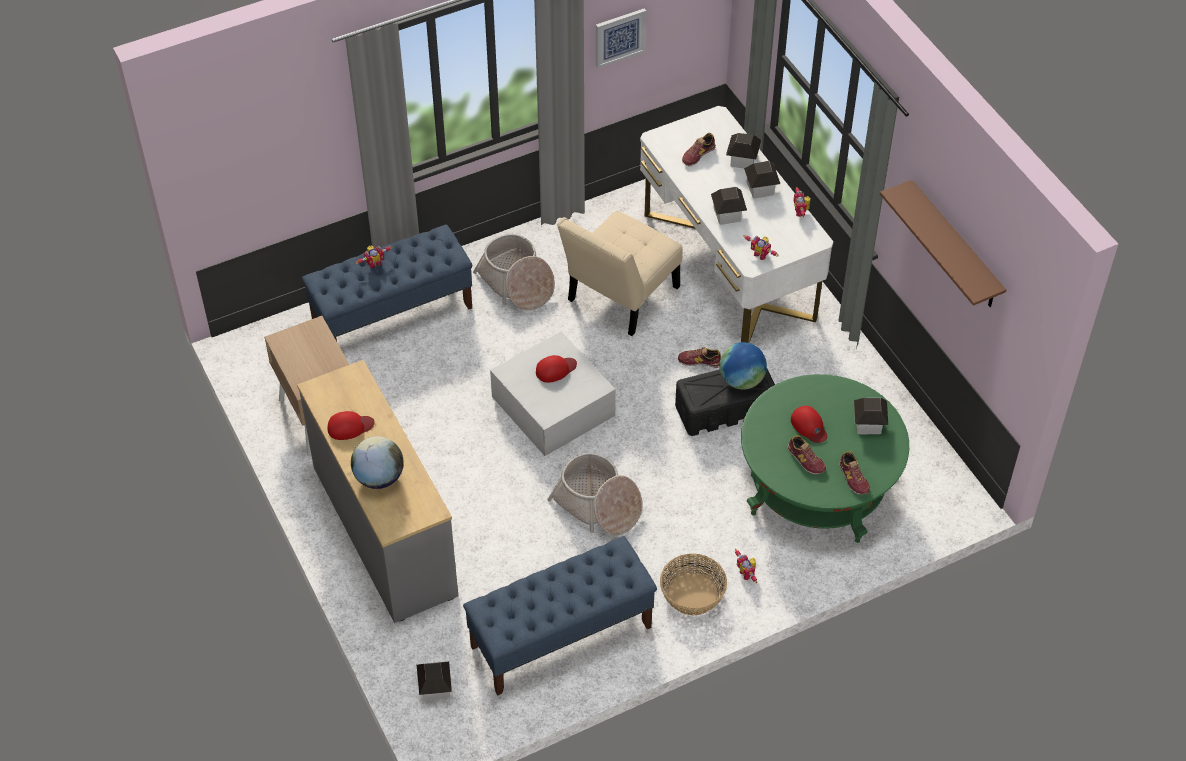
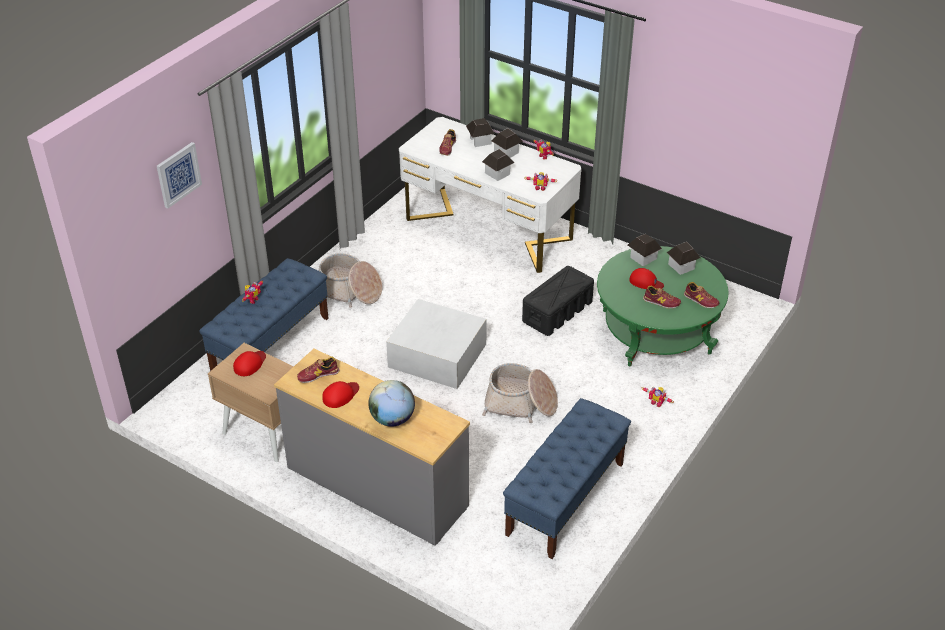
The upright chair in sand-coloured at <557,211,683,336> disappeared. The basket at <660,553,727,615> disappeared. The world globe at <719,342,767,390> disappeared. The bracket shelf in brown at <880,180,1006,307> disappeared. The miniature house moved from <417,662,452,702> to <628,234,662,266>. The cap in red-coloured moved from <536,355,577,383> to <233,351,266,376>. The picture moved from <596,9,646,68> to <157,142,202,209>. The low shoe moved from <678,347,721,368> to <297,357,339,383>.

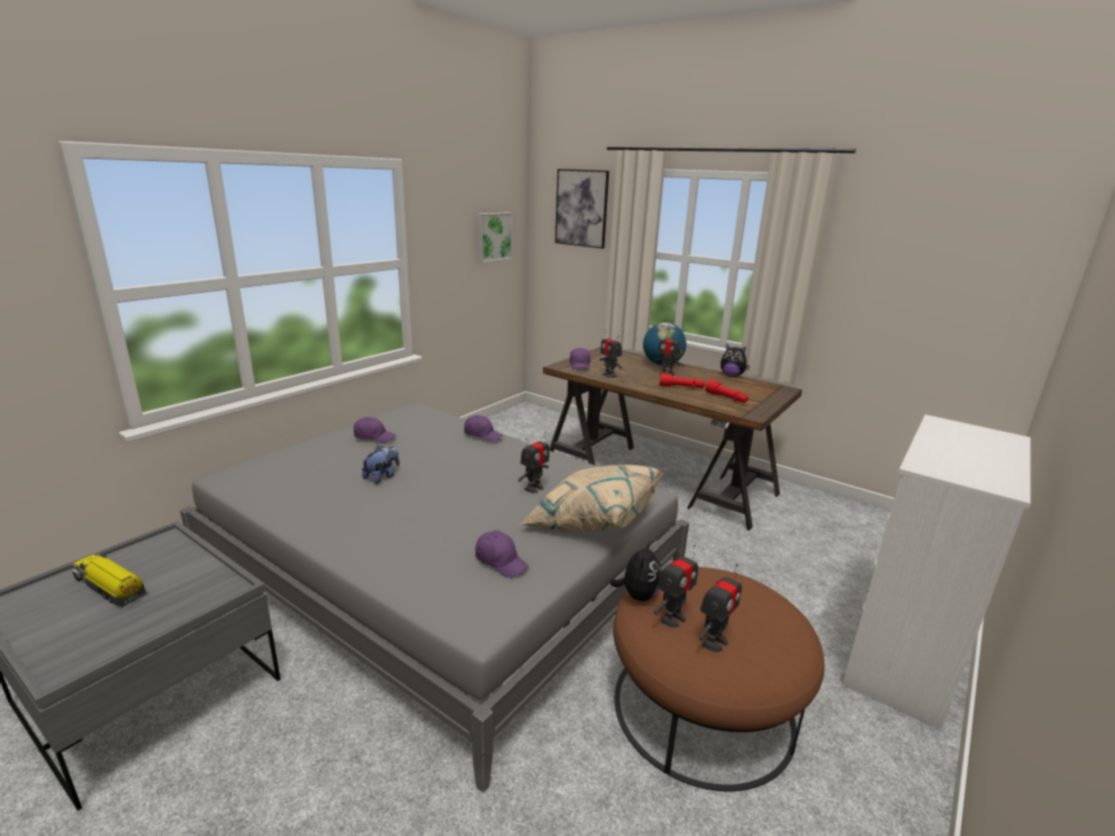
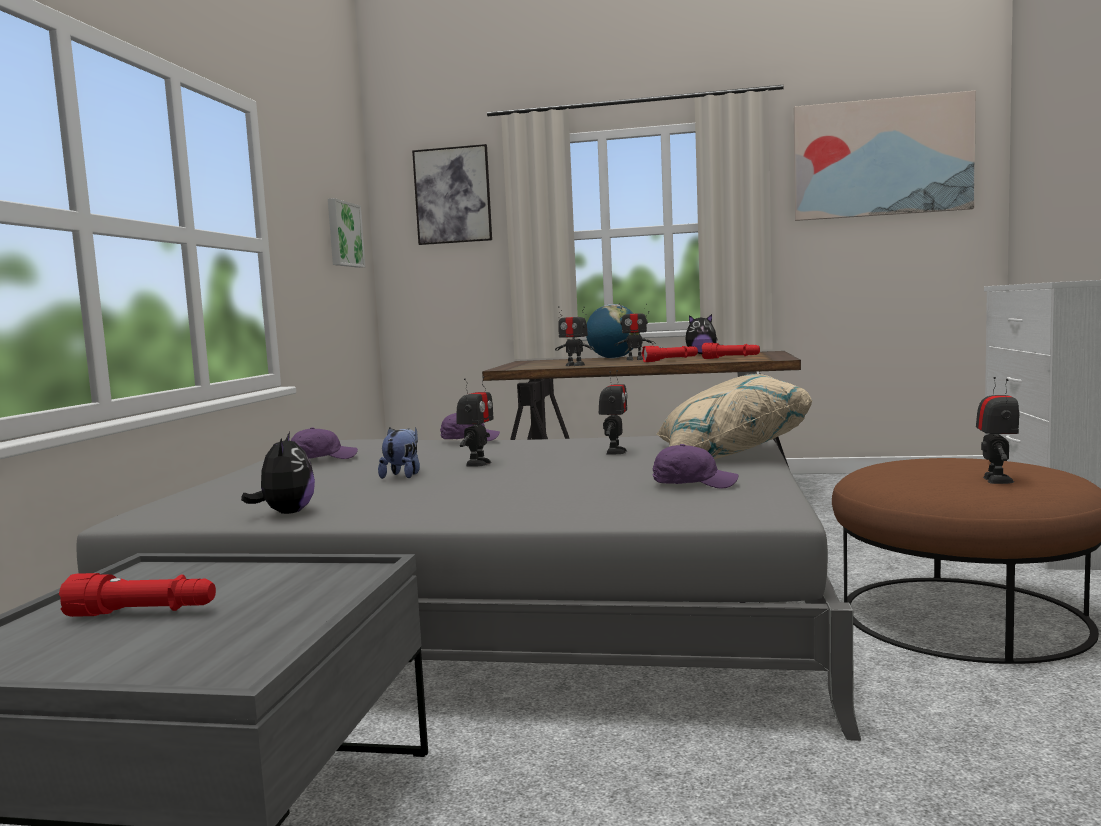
The cap in purplish at <570,348,591,370> disappeared. The picture at <794,91,976,221> appeared. The soft toy moved from <610,540,662,601> to <241,432,315,514>. The model robot moved from <654,544,698,628> to <456,377,494,466>. The toy lorry at <71,554,147,607> was replaced by the flashlight in red-coloured at <59,573,216,617>.

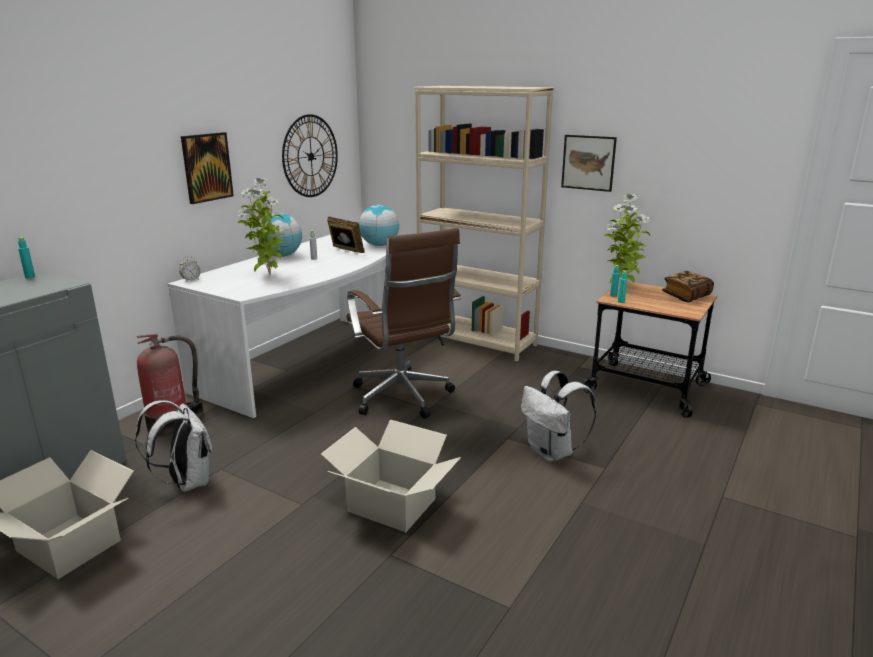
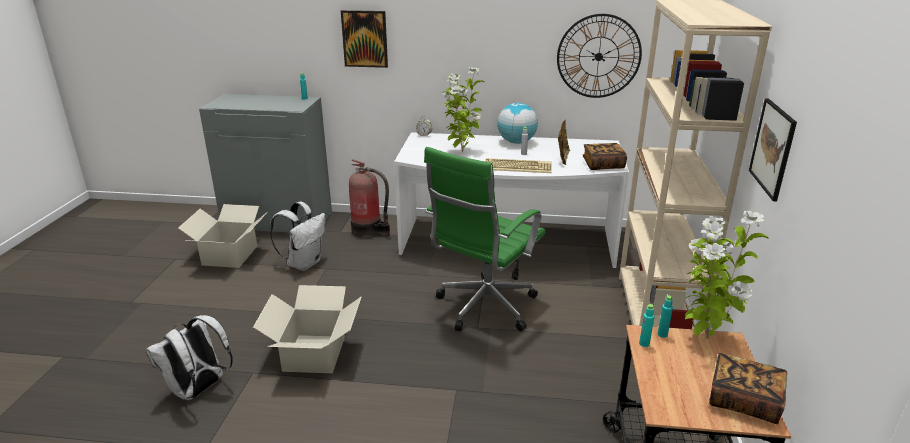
The keyboard at <485,158,552,173> appeared. The picture moved from <181,132,234,204> to <341,10,388,68>. The rucksack in white moved from <521,371,596,462> to <145,315,233,400>. The world globe at <359,205,399,246> was replaced by the bound book at <583,143,627,170>. The desk chair in brown at <346,228,461,419> became the desk chair in green-coloured at <424,147,545,331>.

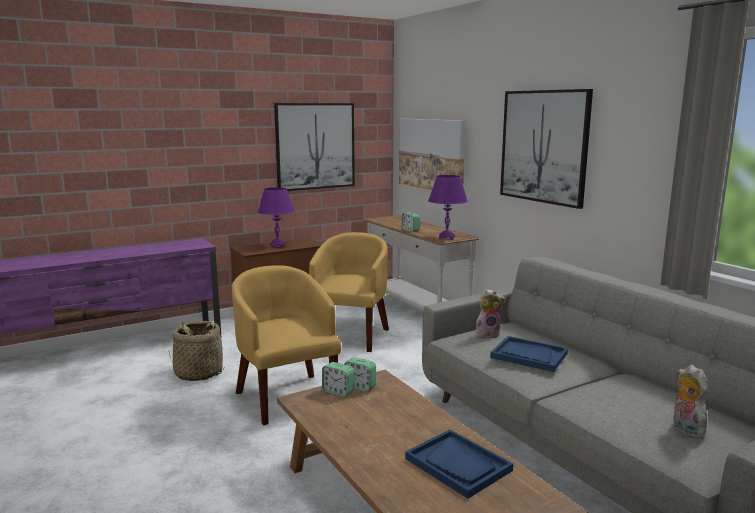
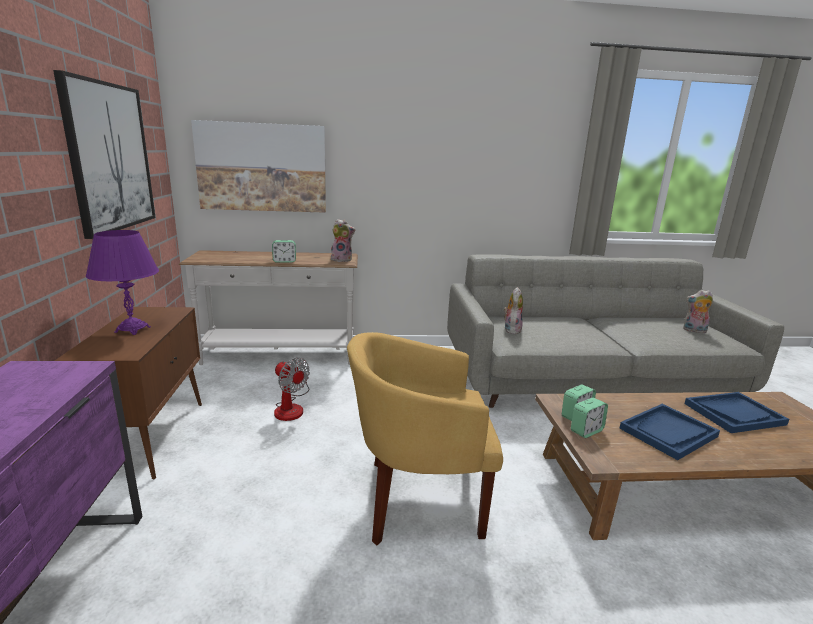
The basket at <169,321,225,381> disappeared. The picture at <500,89,593,209> disappeared. The tray in bluish moved from <490,336,568,372> to <619,404,720,460>. The easy chair in yellowish at <309,232,389,352> was replaced by the electric fan at <274,358,310,421>. The table lamp in purplish at <428,175,468,240> was replaced by the soft toy at <331,219,356,262>.

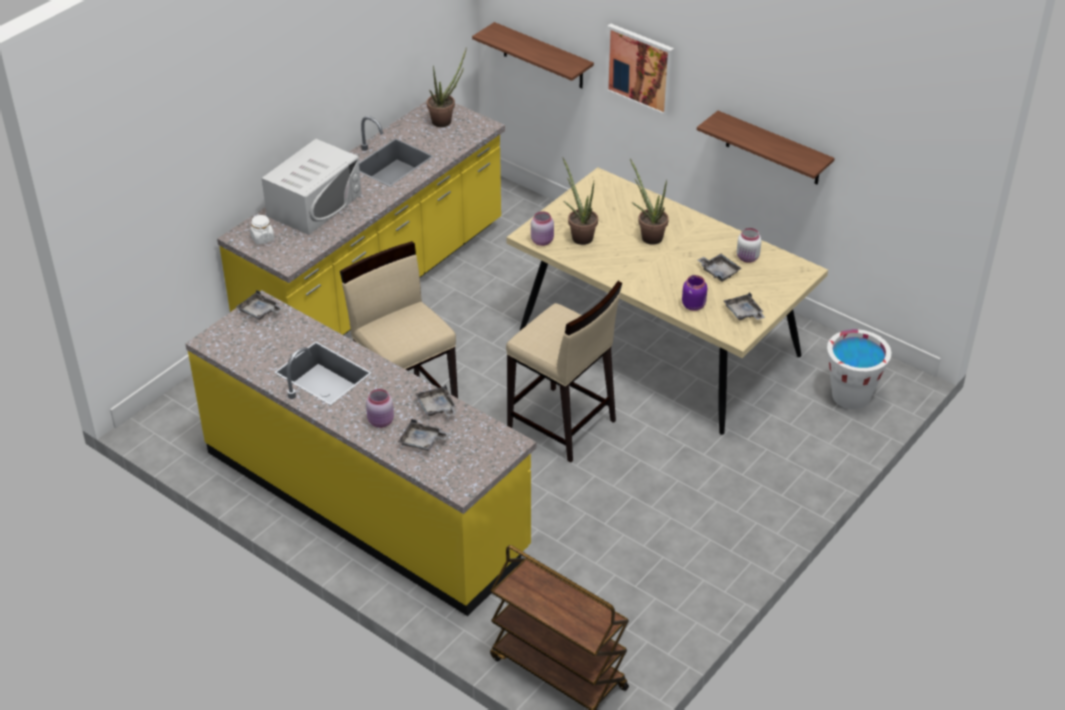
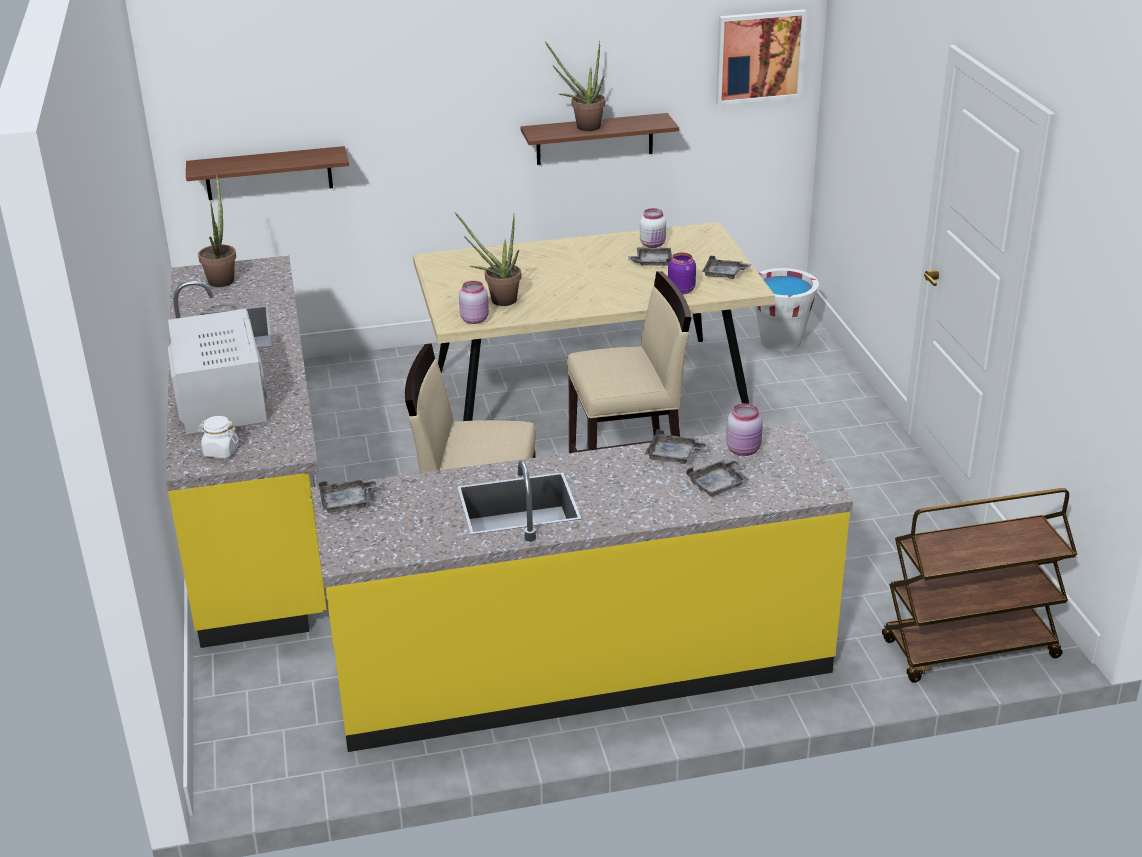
The preserve jar in pink moved from <366,389,394,428> to <726,403,763,456>. The picture moved from <605,24,674,117> to <716,10,806,105>. The houseplant moved from <630,159,669,245> to <545,41,605,131>.

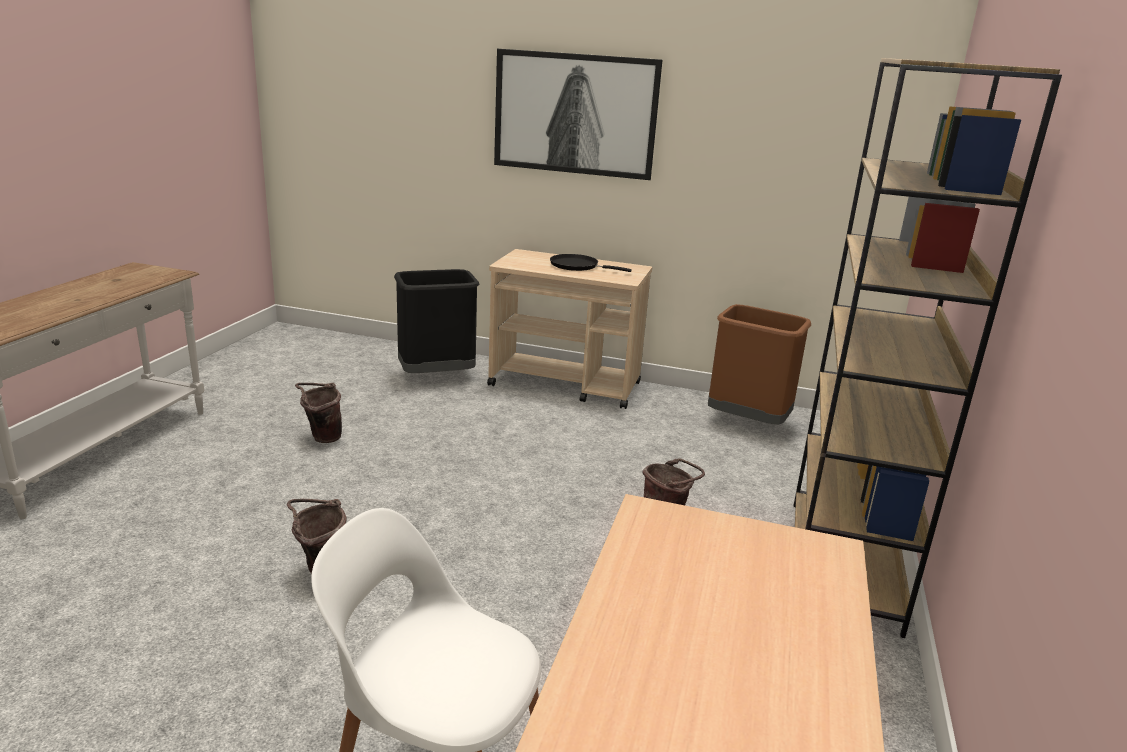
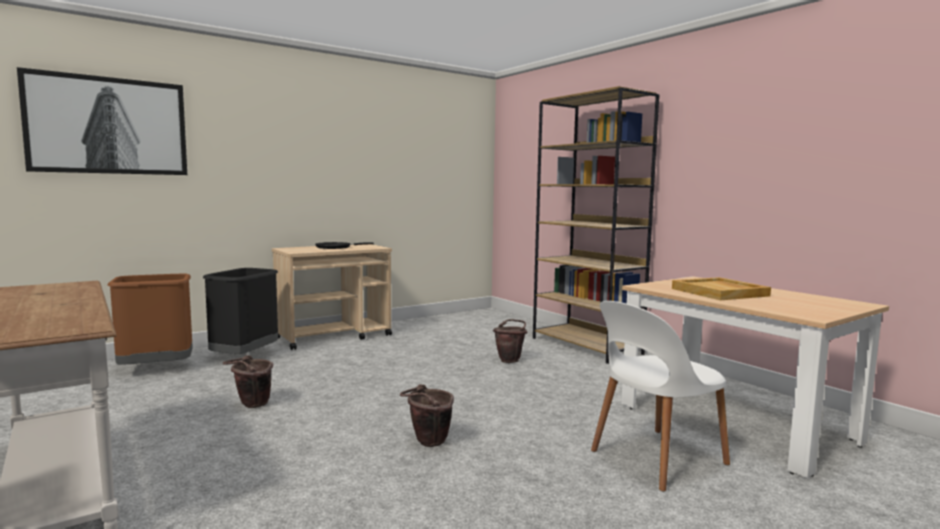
The tray in sand-coloured at <672,277,771,300> appeared. The picture moved from <494,49,662,180> to <17,67,187,175>. The rubbish bin in brown moved from <708,304,811,425> to <108,274,193,365>.

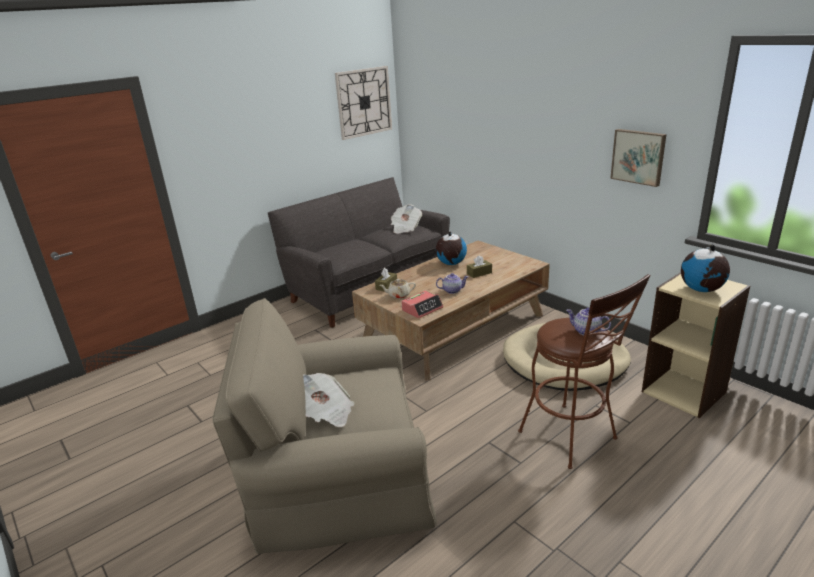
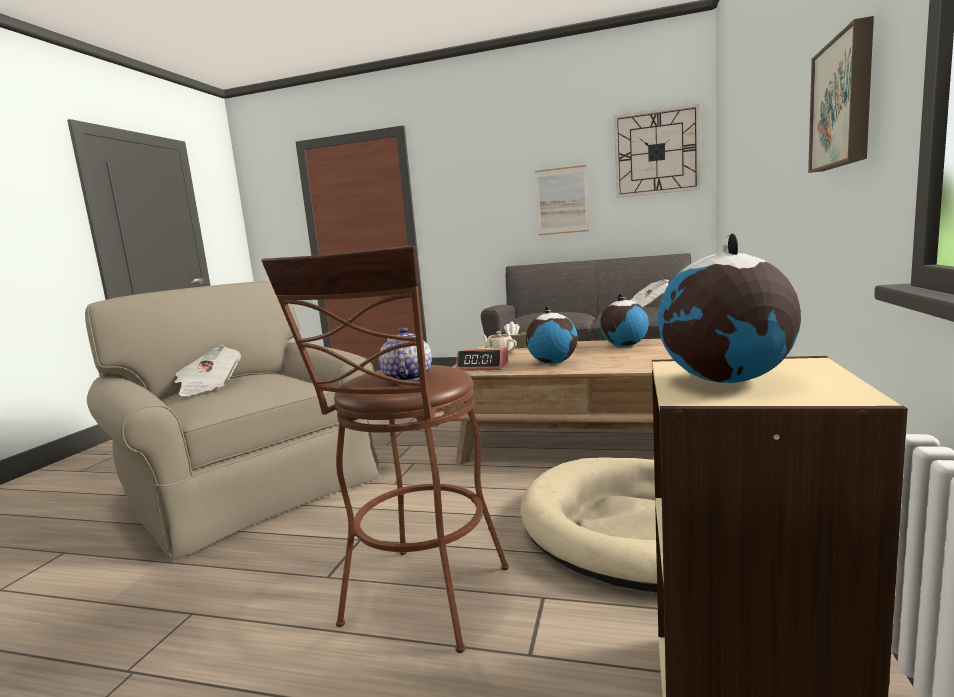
The tissue box in brown at <467,255,492,278> disappeared. The picture at <535,165,589,235> appeared. The teapot at <436,273,468,294> was replaced by the world globe at <526,306,578,364>.

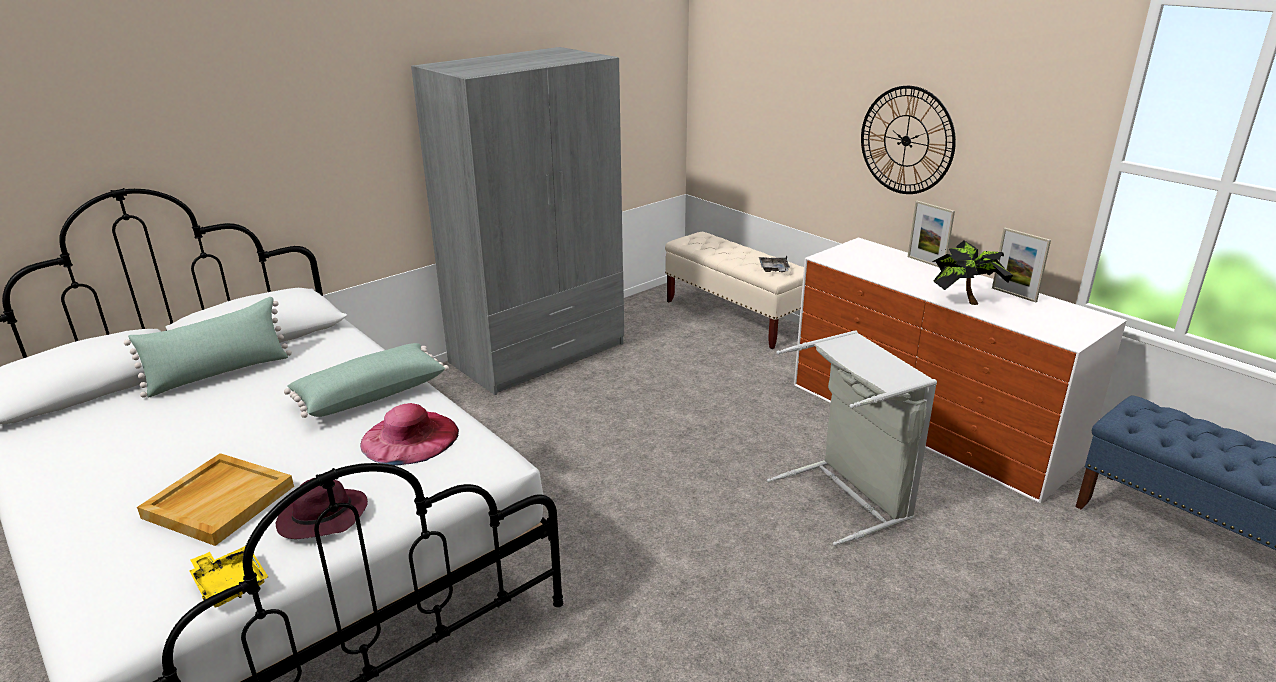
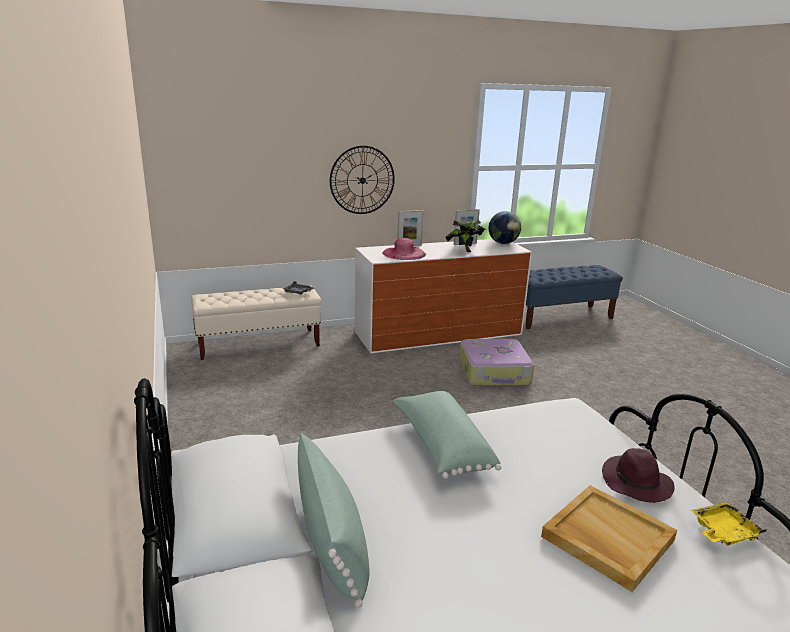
The clothes cupboard in gray at <411,47,624,395> disappeared. The world globe at <489,211,521,244> appeared. The hat in pink moved from <360,403,459,466> to <382,238,426,260>. The laundry basket in gray at <767,330,937,546> was replaced by the suitcase at <459,339,534,386>.

